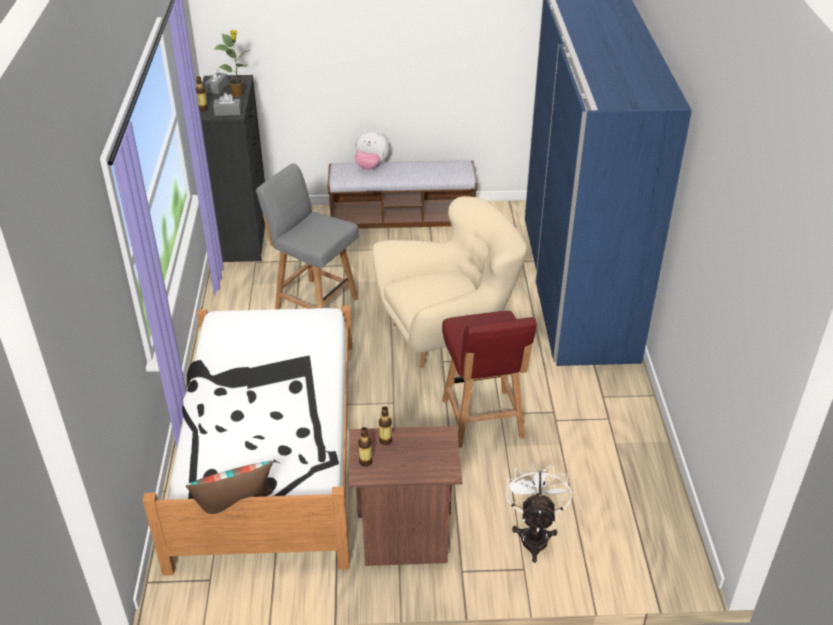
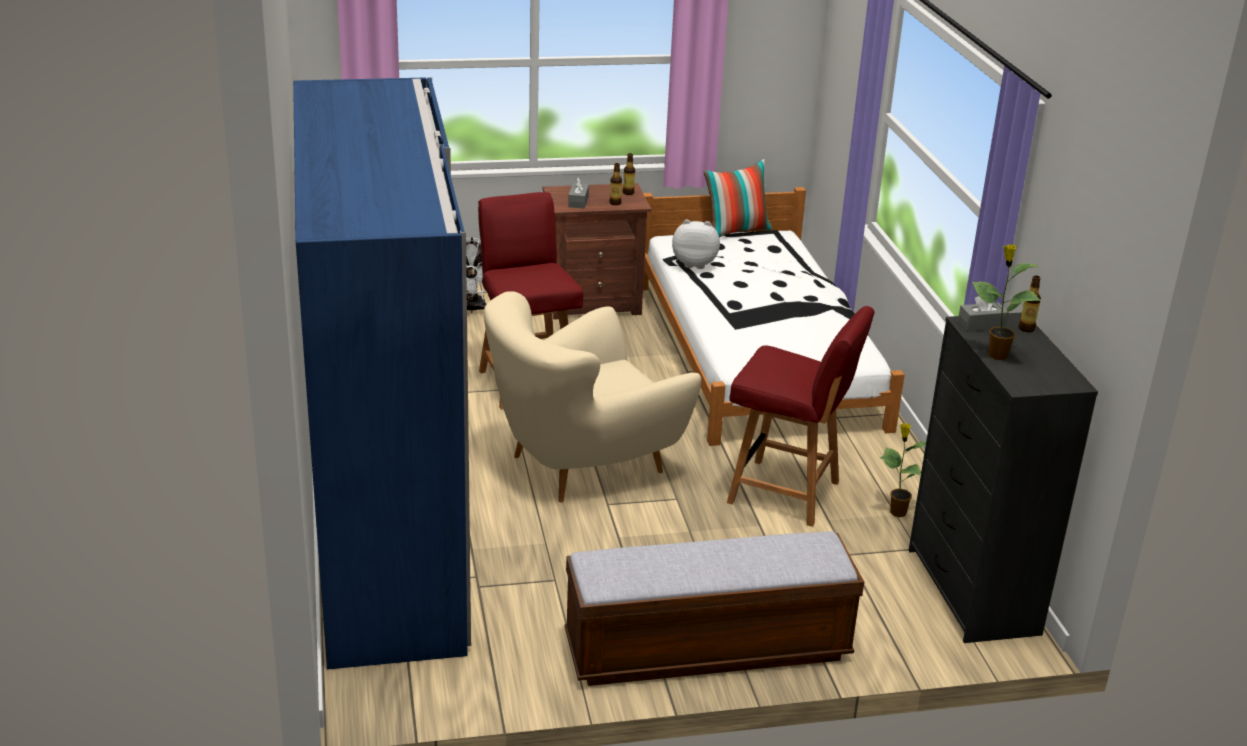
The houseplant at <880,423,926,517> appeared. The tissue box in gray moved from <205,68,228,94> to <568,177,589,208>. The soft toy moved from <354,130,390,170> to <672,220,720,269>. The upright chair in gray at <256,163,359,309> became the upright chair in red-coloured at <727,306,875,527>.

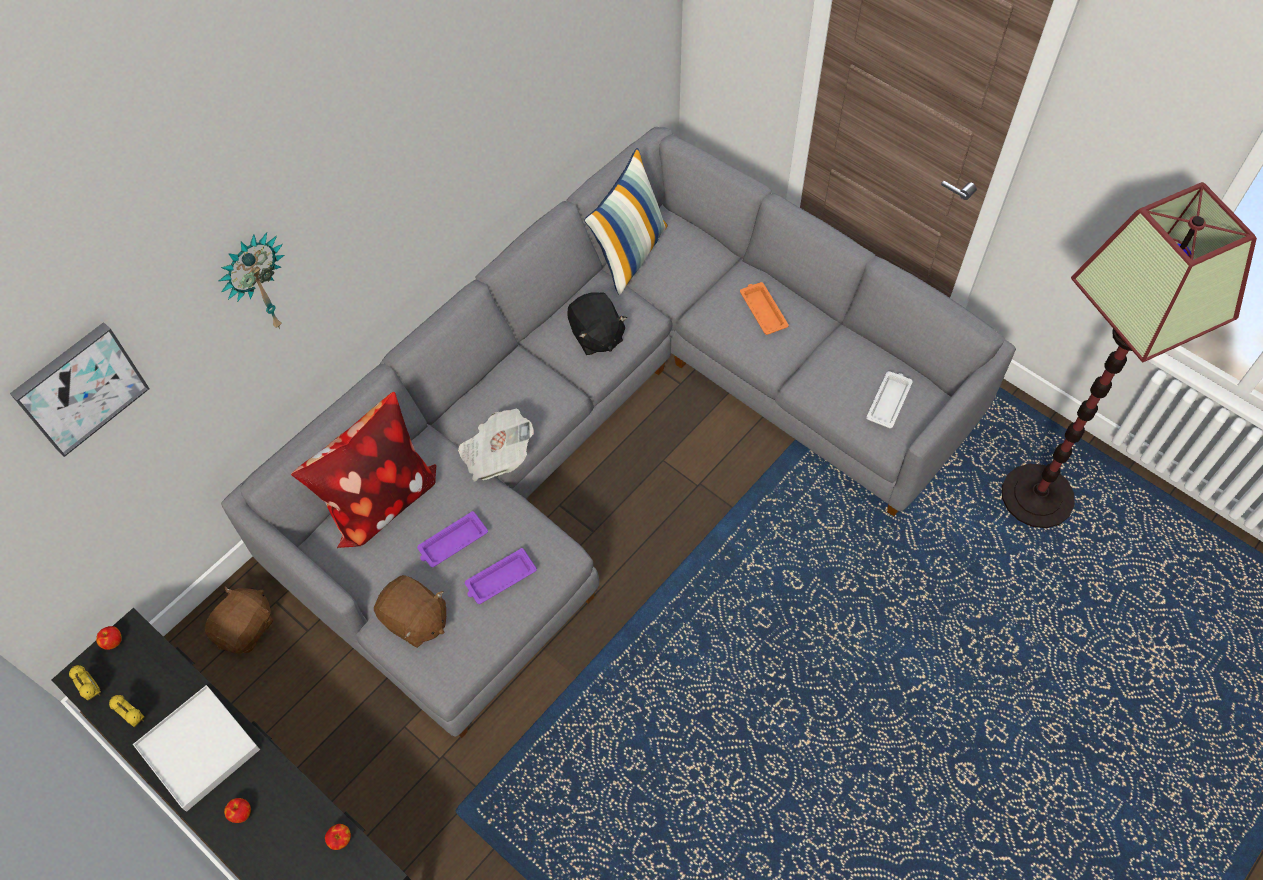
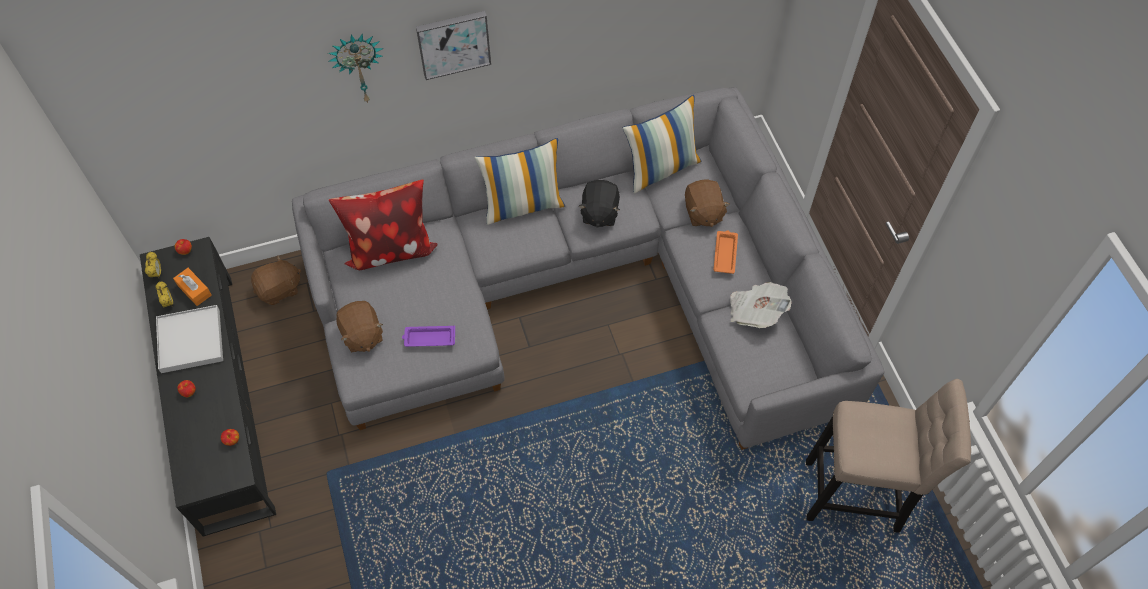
The tray in purplish at <417,511,488,567> disappeared. The tray in white at <866,371,913,428> disappeared. The tissue box in orange at <173,268,212,306> appeared. The pillow at <475,138,565,225> appeared. The soft toy in brown at <685,179,730,227> appeared. The picture moved from <10,322,150,457> to <416,11,491,80>. The newspaper moved from <458,409,534,481> to <730,282,792,328>. The standing lamp at <1002,182,1257,528> was replaced by the sitting stool in sand-coloured at <806,379,971,533>.

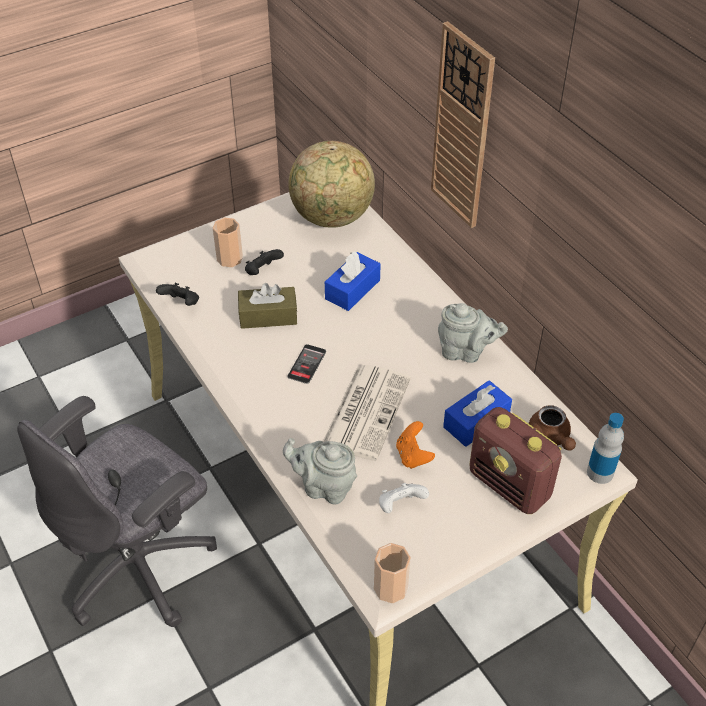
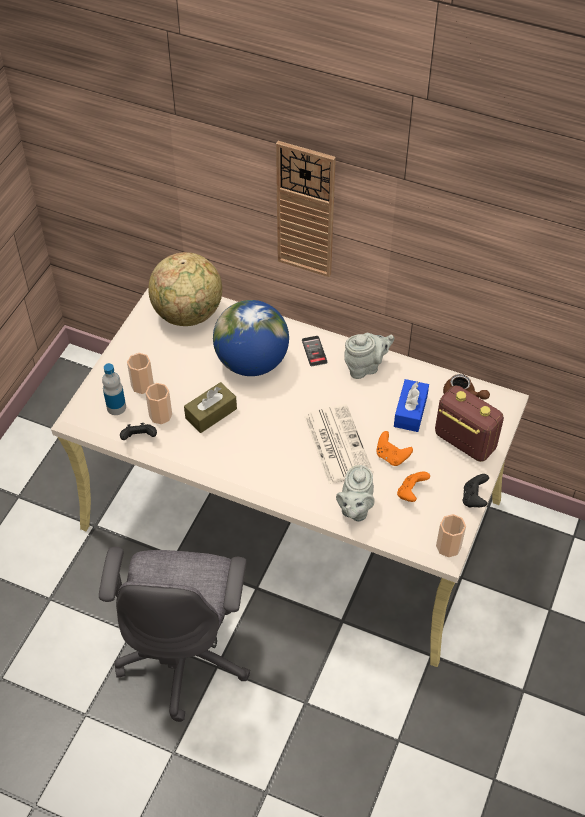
The drinking cup at <145,383,172,424> appeared. The joypad in black moved from <245,249,284,275> to <463,474,489,507>. The handset moved from <288,344,326,384> to <302,336,328,366>. The drink bottle moved from <587,413,624,484> to <102,363,126,415>. The tissue box in bluish at <325,251,381,311> was replaced by the world globe at <213,300,289,376>. The joypad in white at <379,483,429,513> became the joypad in orange at <397,472,430,502>. The teapot in gray at <283,438,357,505> turned 60 degrees counterclockwise. The radio receiver at <469,407,562,514> turned 150 degrees counterclockwise.

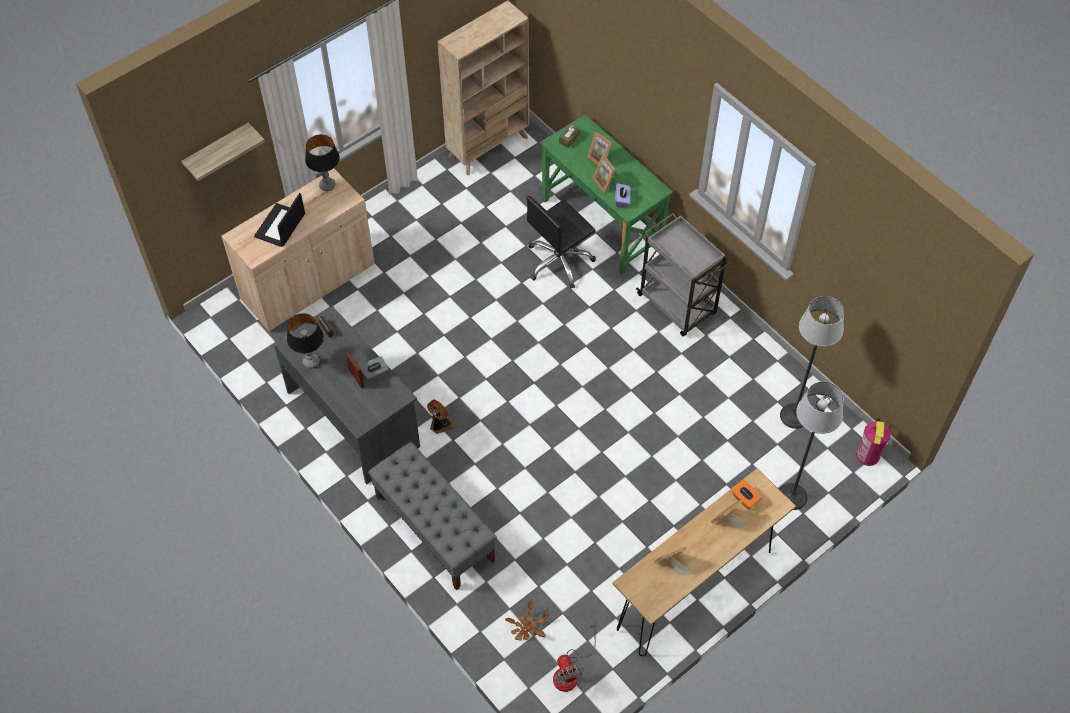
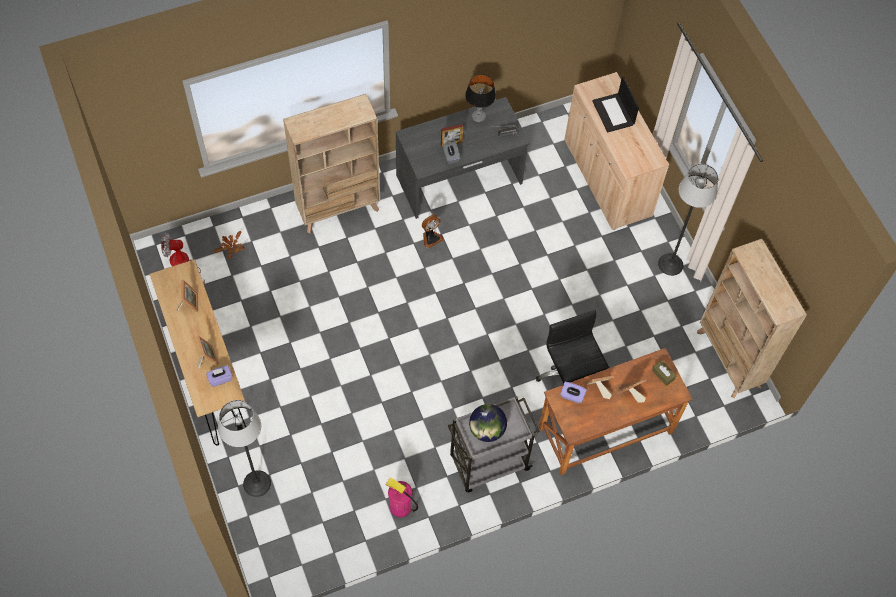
The bracket shelf at <181,123,265,181> disappeared. The table lamp at <305,135,340,191> disappeared. The world globe at <469,404,507,442> appeared. The standing lamp moved from <780,296,844,429> to <658,164,718,276>. The fire-fighting cylinder moved from <856,418,890,466> to <386,477,418,517>. The long seat in gray at <368,442,497,591> was replaced by the bookshelf in sand-coloured at <283,94,380,234>. The desk in green-coloured at <540,114,673,275> became the desk in brown at <539,348,693,475>. The tissue box in orange at <732,480,762,510> became the tissue box in purplish at <206,365,232,387>. The laptop at <254,193,305,247> turned 150 degrees counterclockwise.

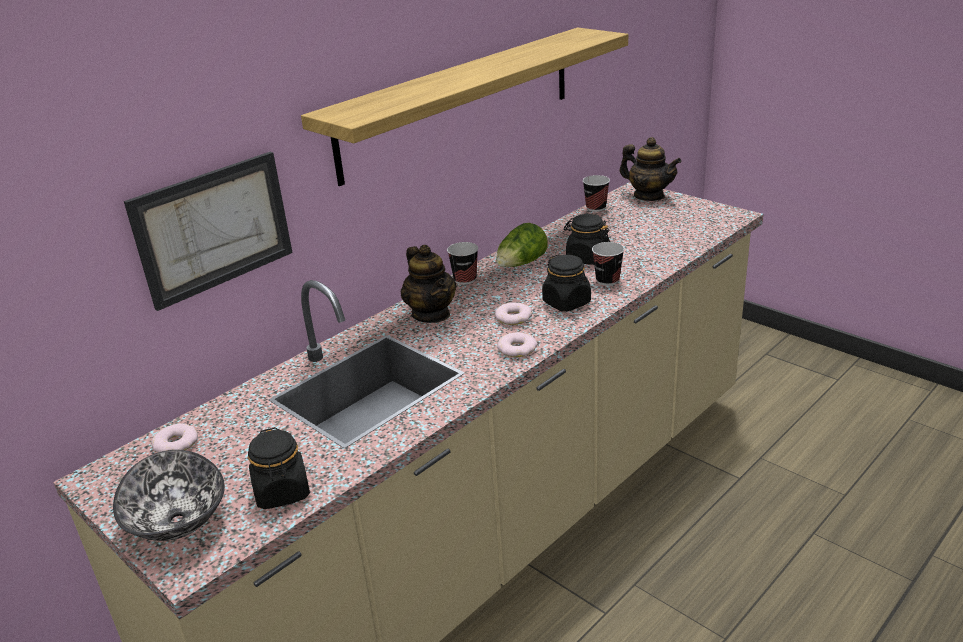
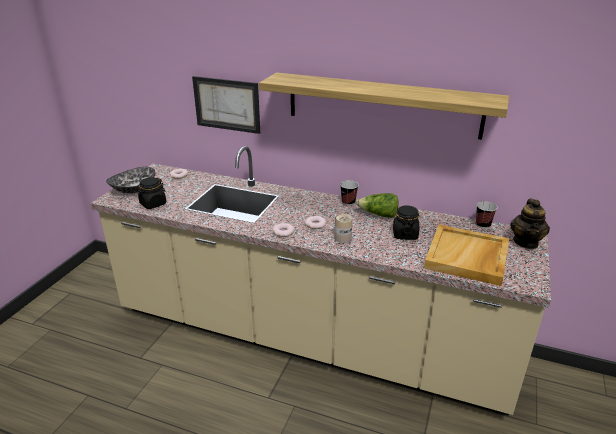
The teapot at <401,245,457,323> disappeared. The drinking cup at <592,242,624,286> disappeared. The tray in sand-coloured at <424,225,509,286> appeared. The preserve jar in black at <542,255,591,312> was replaced by the can at <334,214,352,243>.

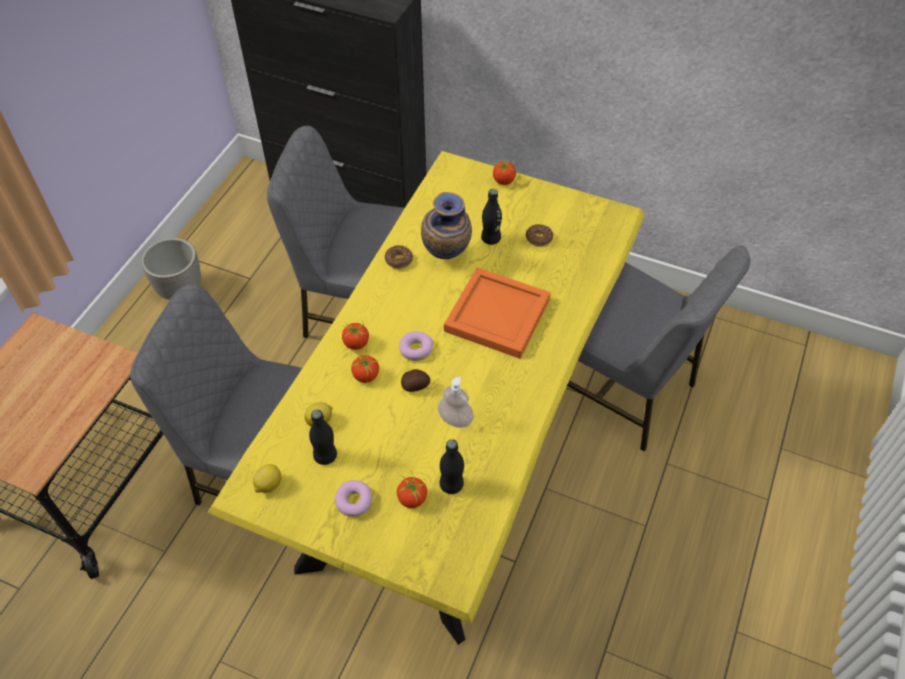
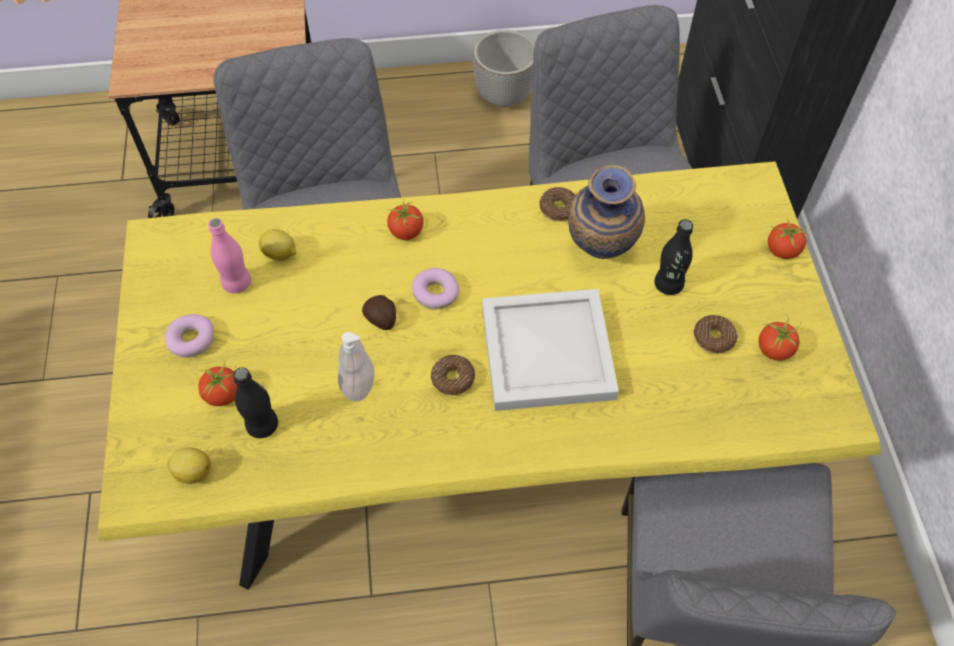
The doughnut at <431,355,475,395> appeared. The whole lemon moved from <253,464,281,493> to <167,448,211,484>. The whole tomato moved from <351,349,379,383> to <759,314,802,360>. The drink bottle in black at <309,410,337,465> became the drink bottle in pink at <208,218,251,293>. The tray in orange at <444,268,551,359> became the tray in white at <482,289,619,411>.

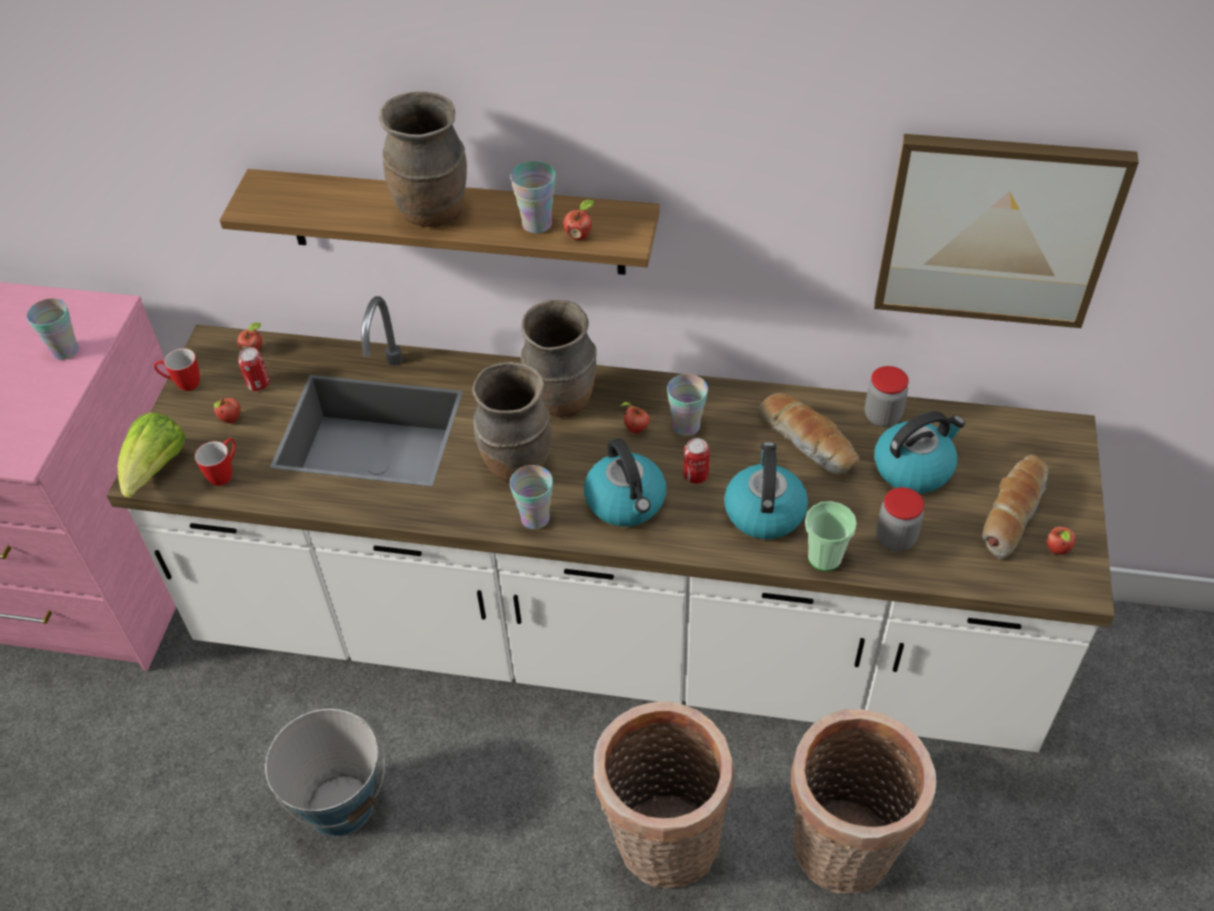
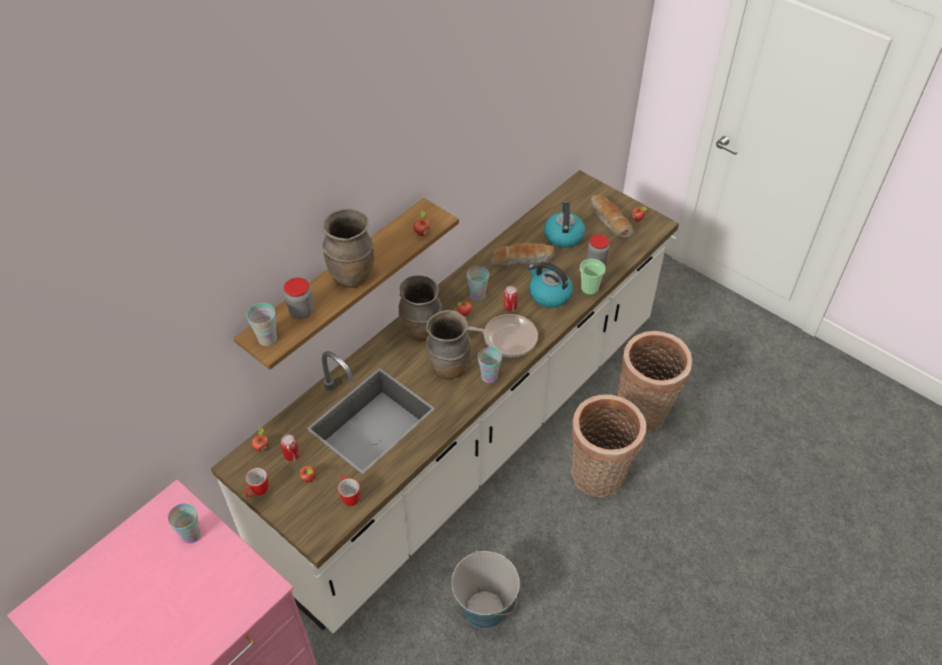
The lettuce at <118,412,186,498> disappeared. The picture at <874,134,1139,328> disappeared. The drinking cup moved from <510,161,555,233> to <246,303,277,346>. The preserve jar moved from <865,366,909,427> to <284,278,314,319>. The water kettle at <584,438,666,526> was replaced by the frying pan at <468,314,538,357>.

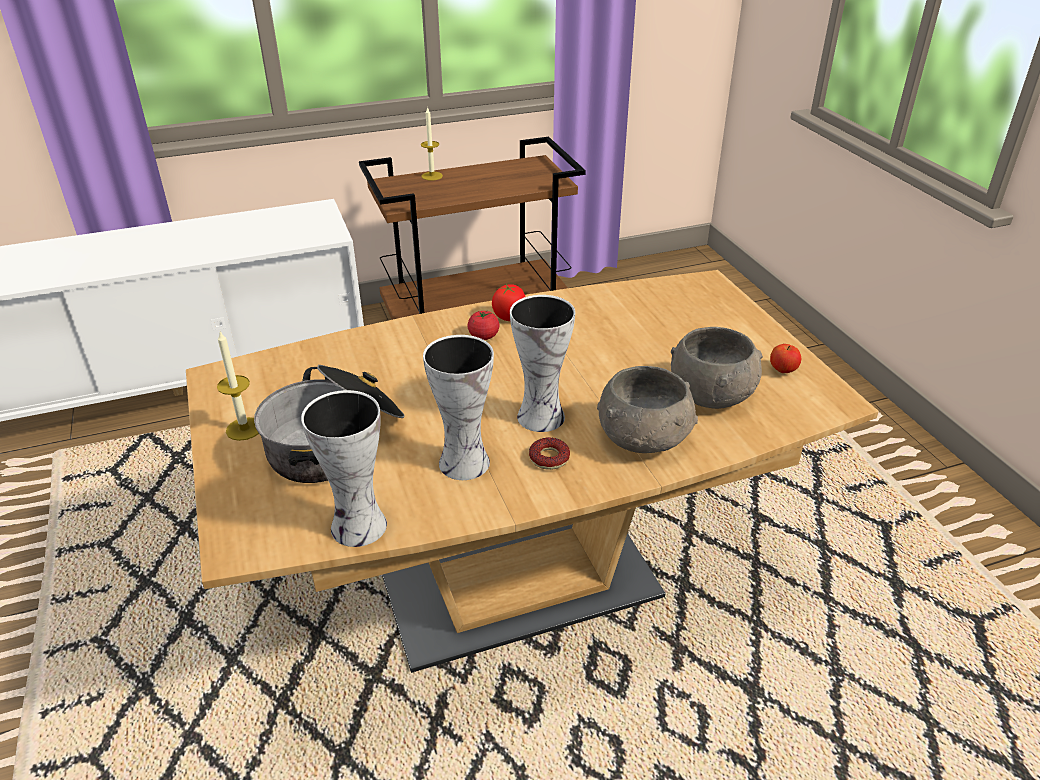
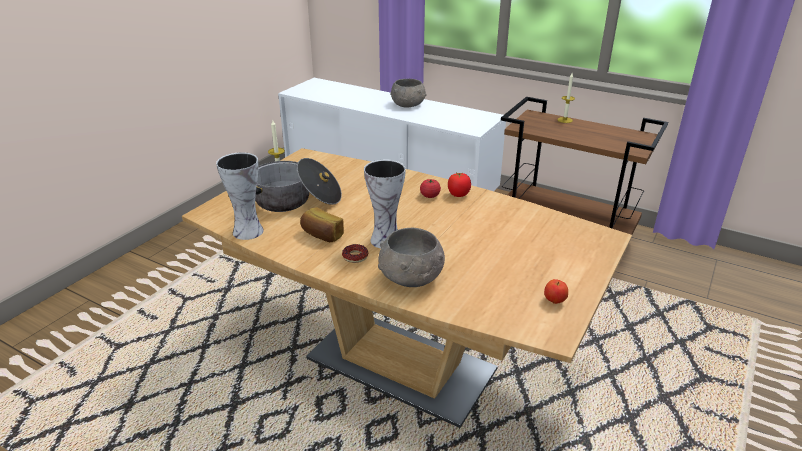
The bowl in gray moved from <671,327,763,409> to <390,79,426,107>. The decorative vase at <423,335,494,480> was replaced by the bread at <300,207,344,242>.

